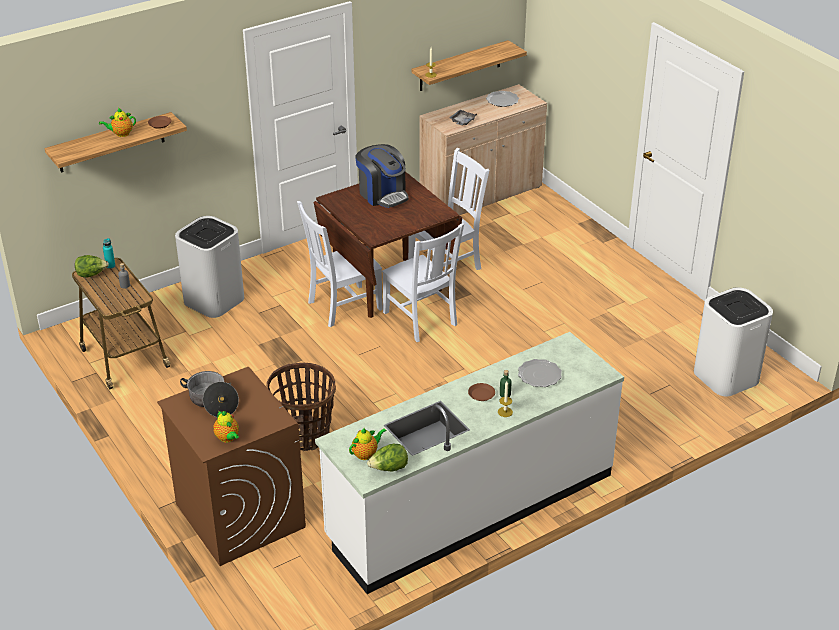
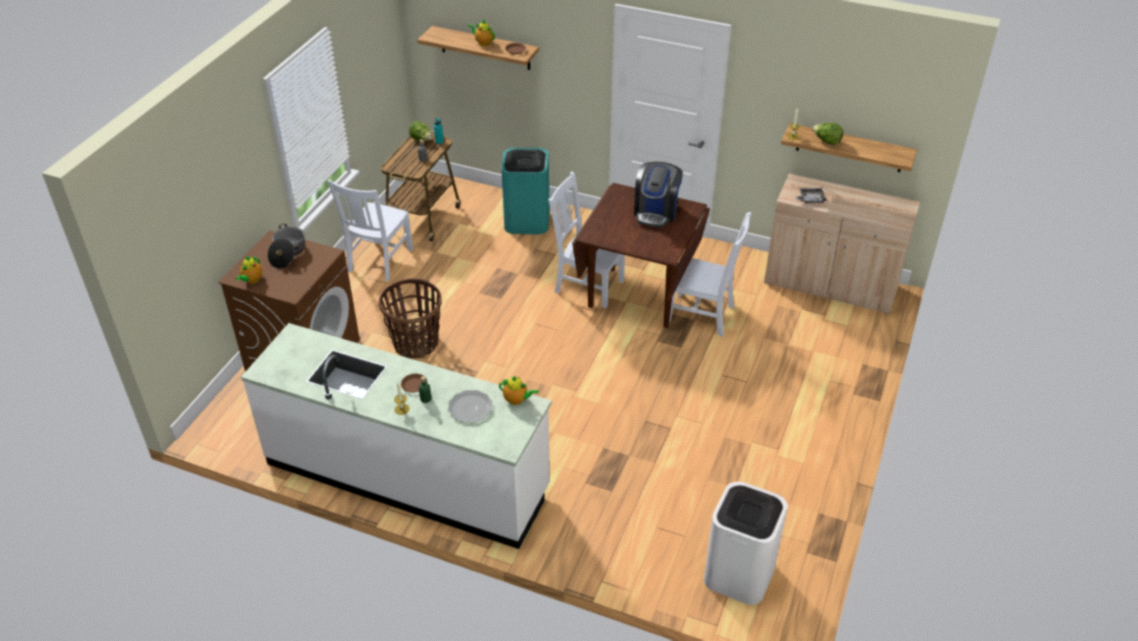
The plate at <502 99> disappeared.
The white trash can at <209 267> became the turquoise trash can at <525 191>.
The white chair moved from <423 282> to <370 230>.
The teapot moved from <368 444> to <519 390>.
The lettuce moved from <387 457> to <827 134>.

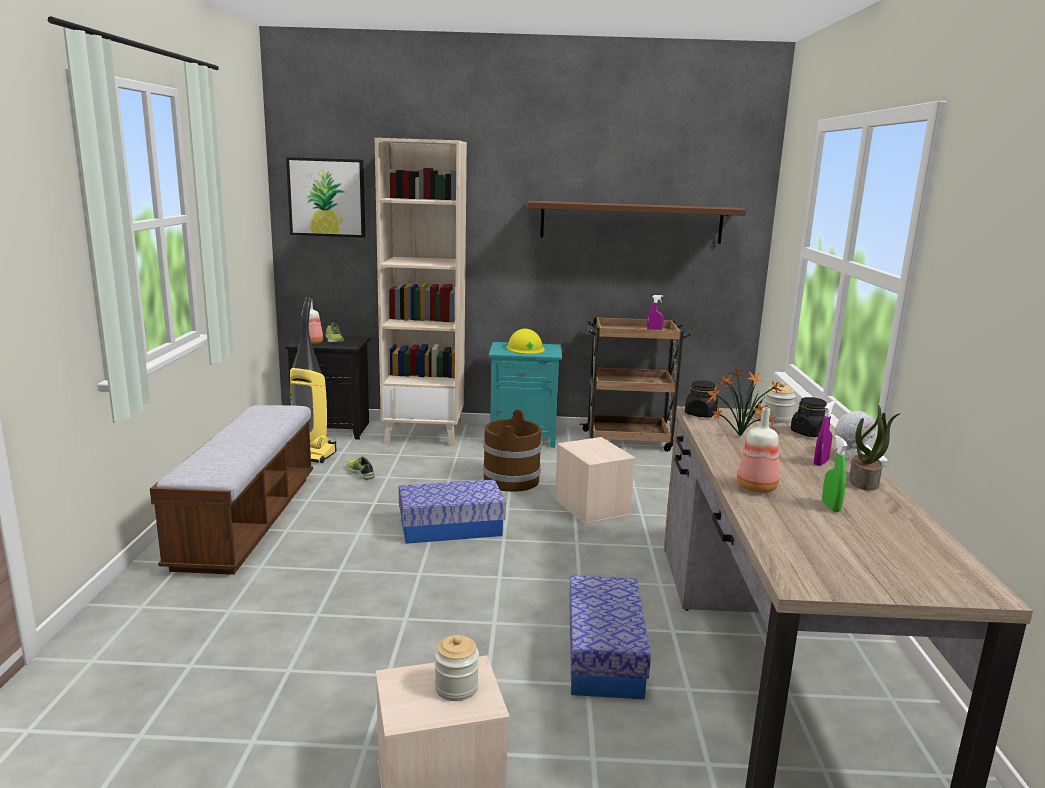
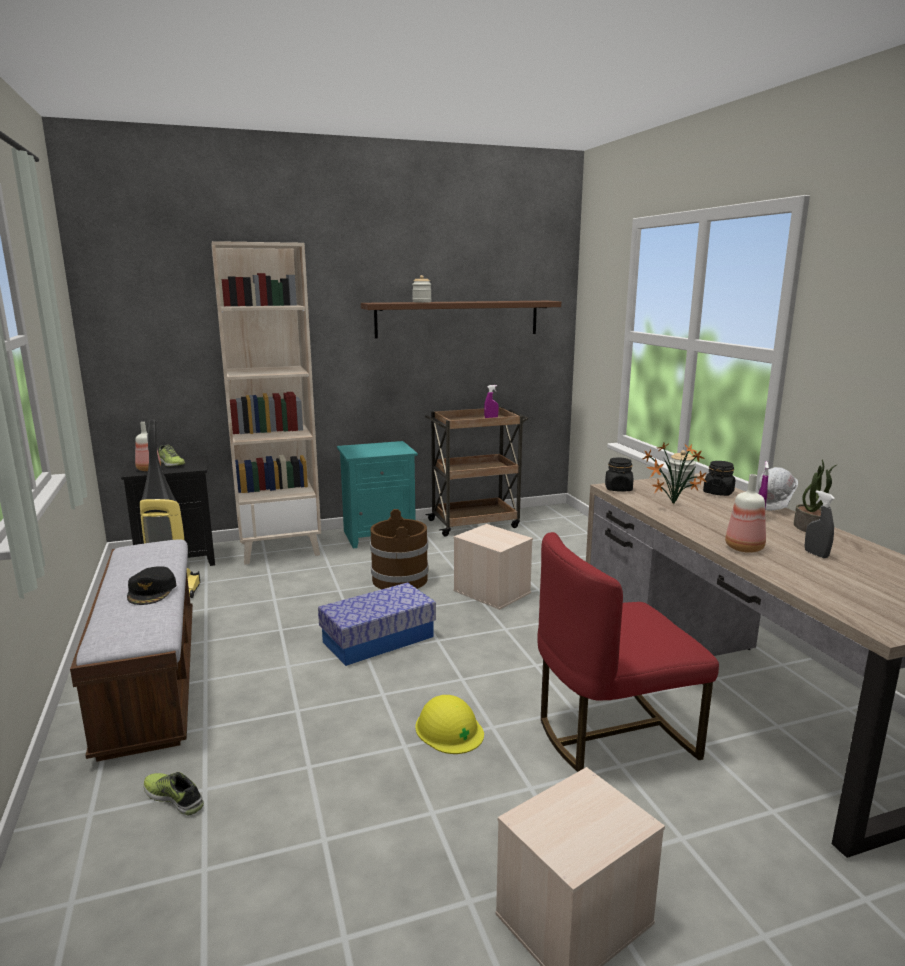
The picture at <325 197> disappeared.
The yellow hard hat moved from <525 341> to <449 724>.
The green spray bottle at <835 473> became the grey spray bottle at <820 524>.
The shoe moved from <361 468> to <173 794>.
The storage box at <610 637> was replaced by the red chair at <628 652>.
The jar moved from <457 668> to <422 289>.
The black cap at <151 585> appeared.

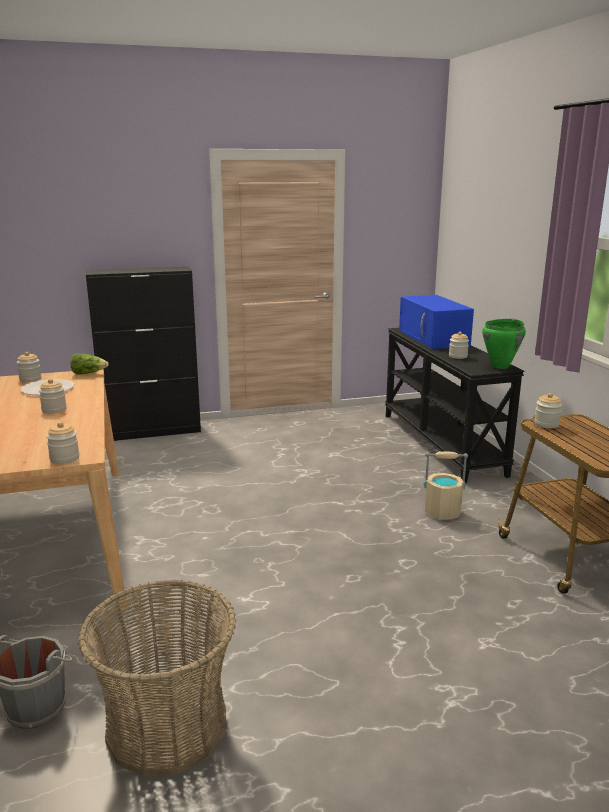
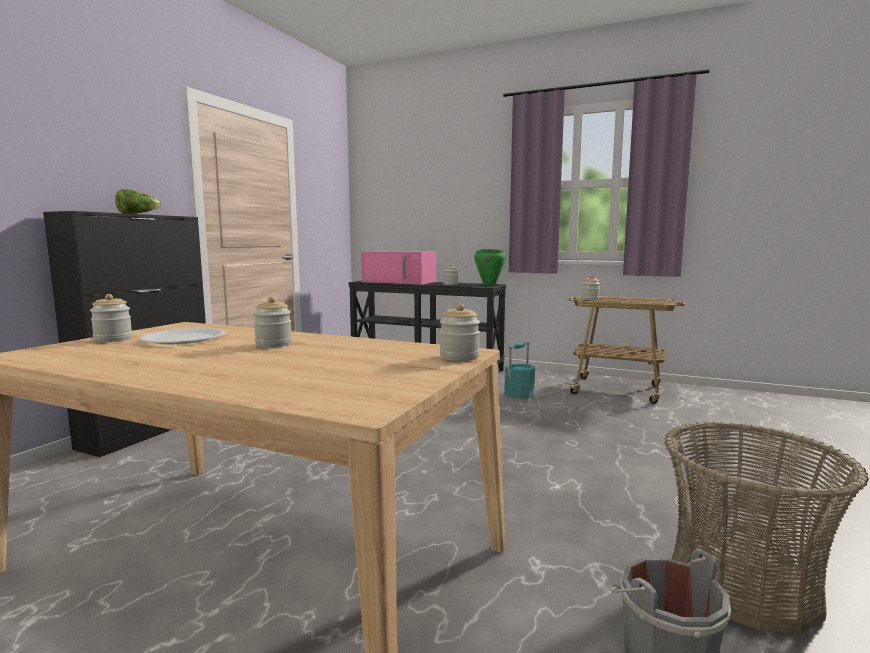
The blue microwave at <436 322> became the pink microwave at <398 267>.
The lettuce moved from <90 364> to <138 201>.
The beige bucket at <445 486> became the turquoise bucket at <519 369>.

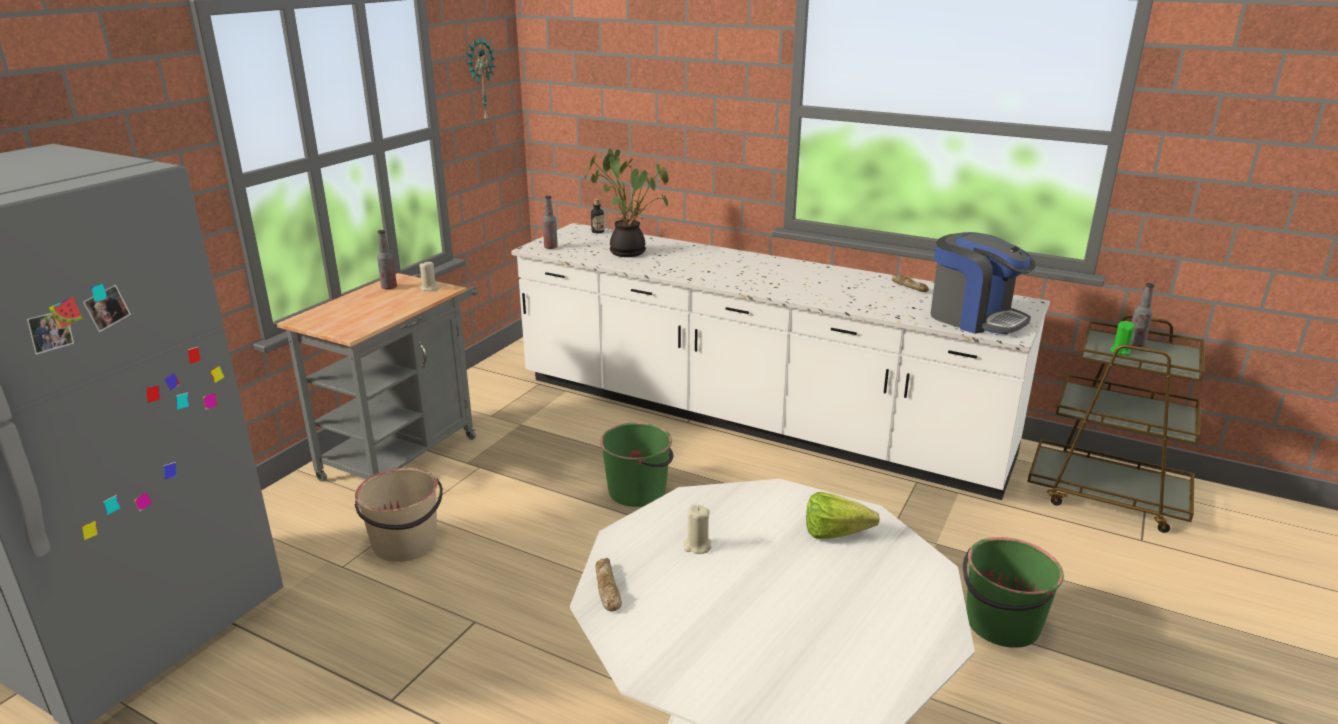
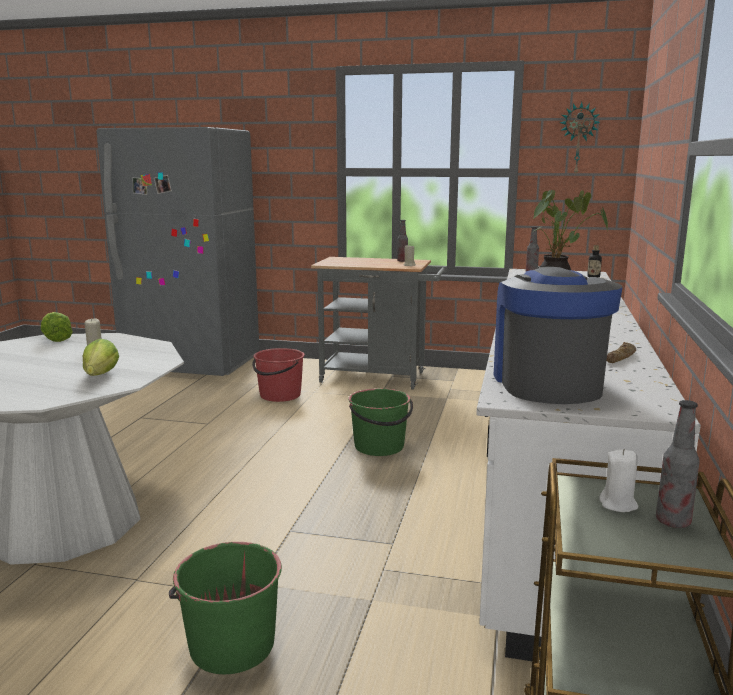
The coffee machine at <983 283> turned 150 degrees clockwise.
The green candle at <1122 338> became the white candle at <618 480>.
The beige bucket at <399 514> became the red bucket at <278 375>.
The bread at <608 584> was replaced by the lettuce at <57 327>.

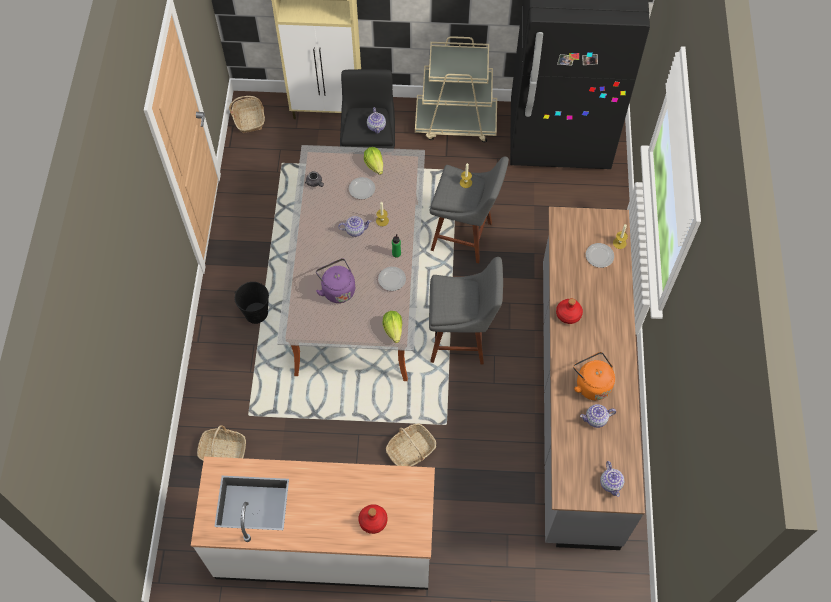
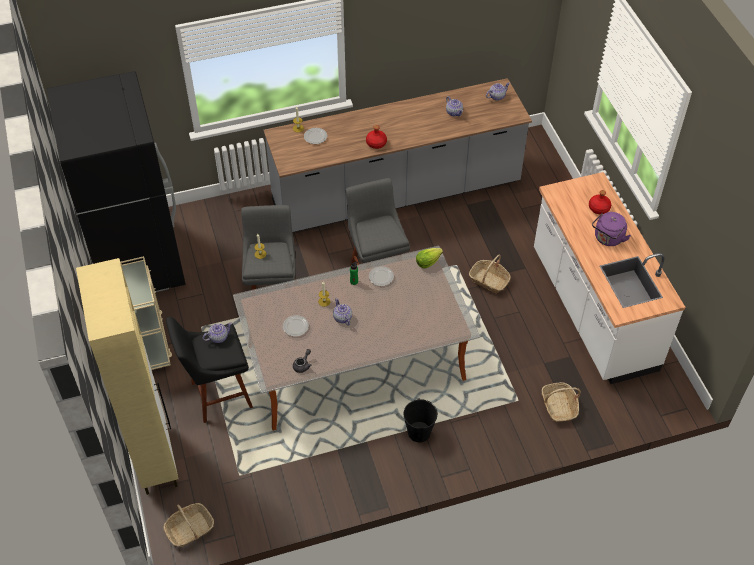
The lettuce at <373 161> disappeared.
The purple kettle moved from <335 280> to <611 229>.
The orange kettle at <594 376> disappeared.

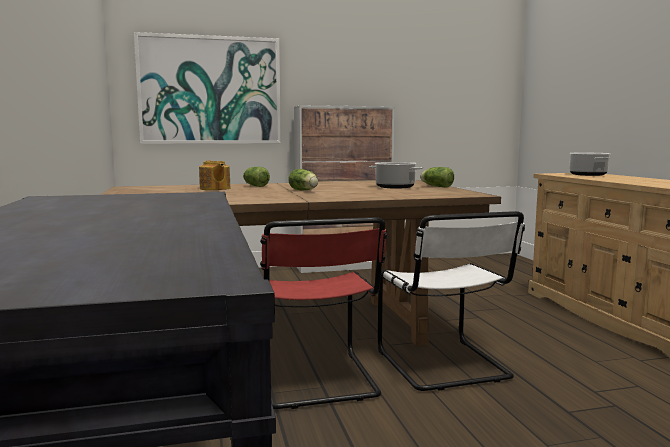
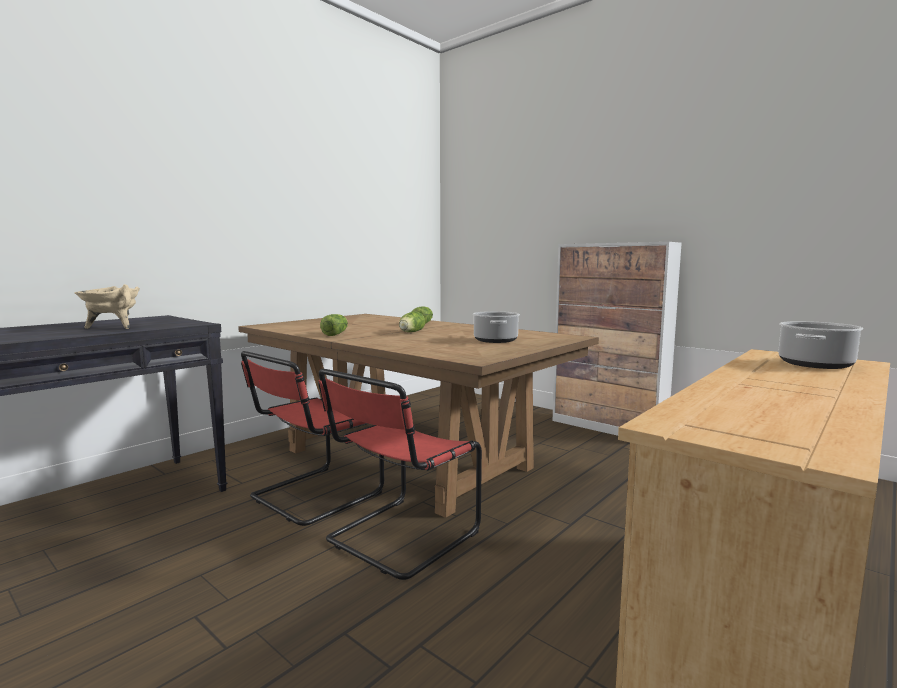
The picture at <207 88> disappeared.
The teapot at <215 175> disappeared.
The lettuce moved from <437 177> to <334 325>.
The white chair at <451 301> became the red chair at <400 474>.
The beige cooking pot at <107 306> appeared.

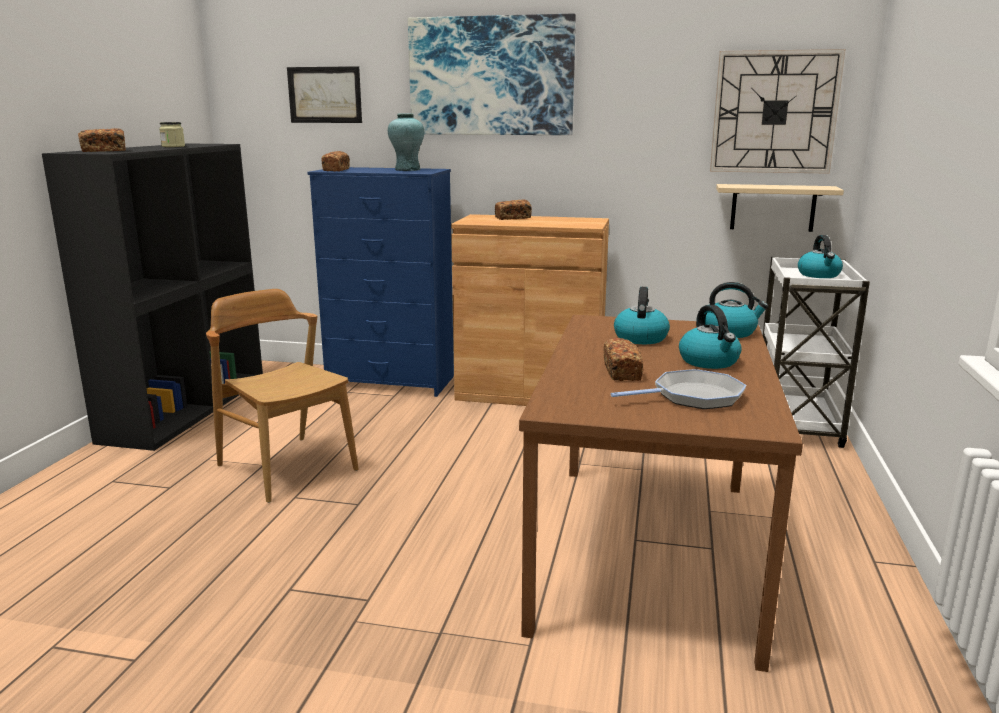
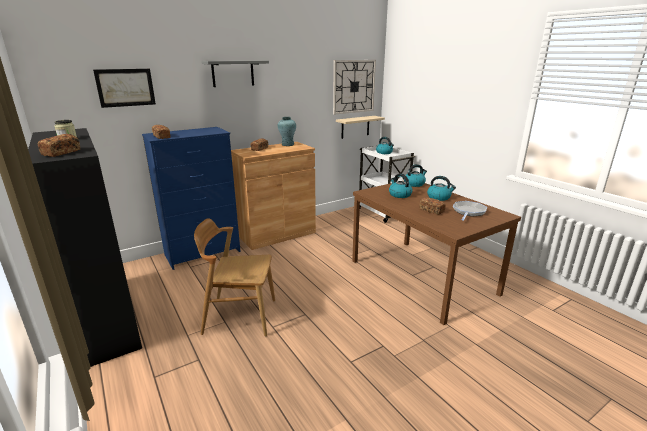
The picture at <492 74> was replaced by the grey shelf at <235 73>.
The turquoise vase moved from <406 142> to <287 131>.

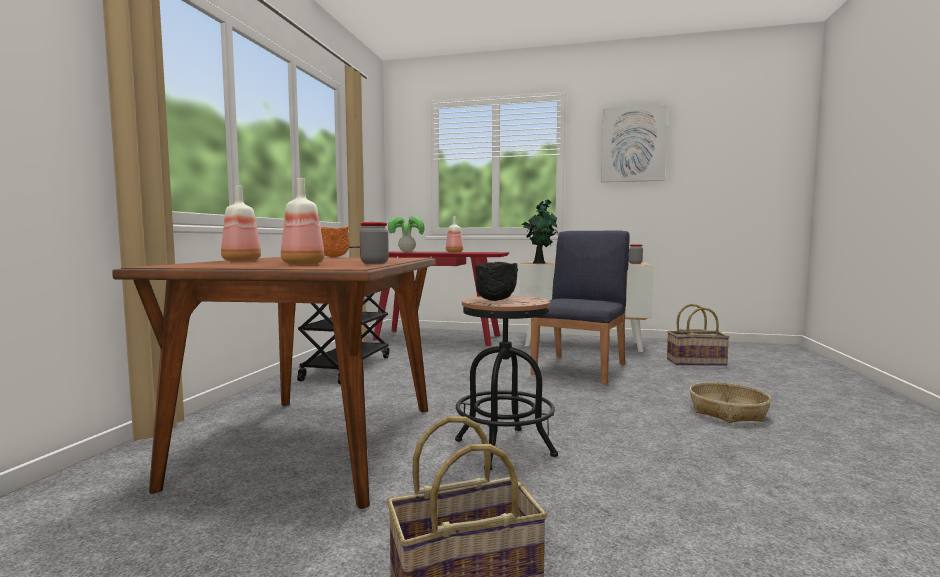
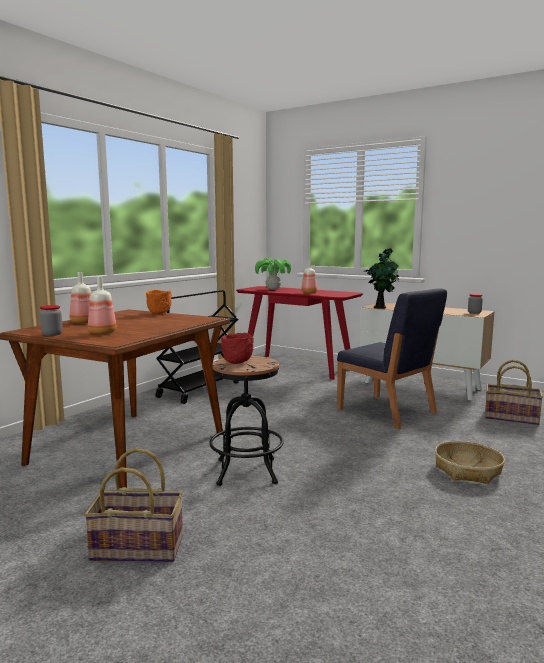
The picture at <634 143> disappeared.
The jar moved from <374 243> to <51 320>.
The blue chair at <580 307> turned 90 degrees clockwise.
The black bowl at <496 281> became the red bowl at <237 348>.

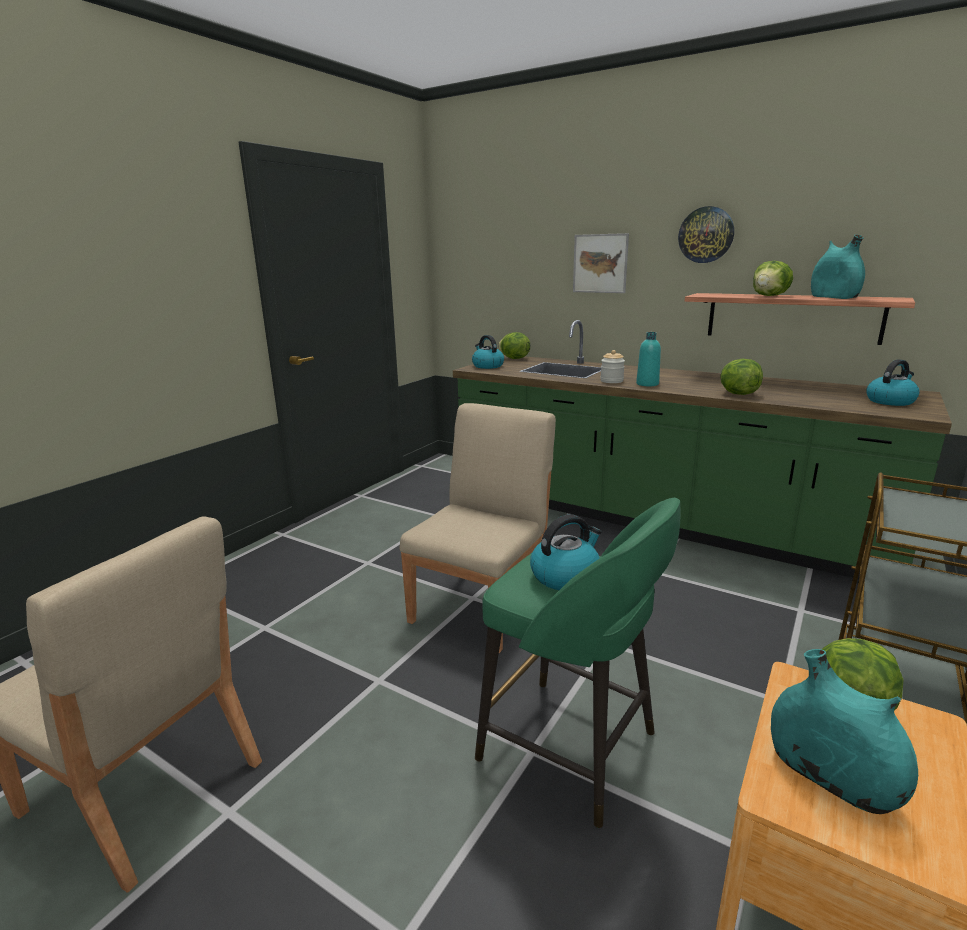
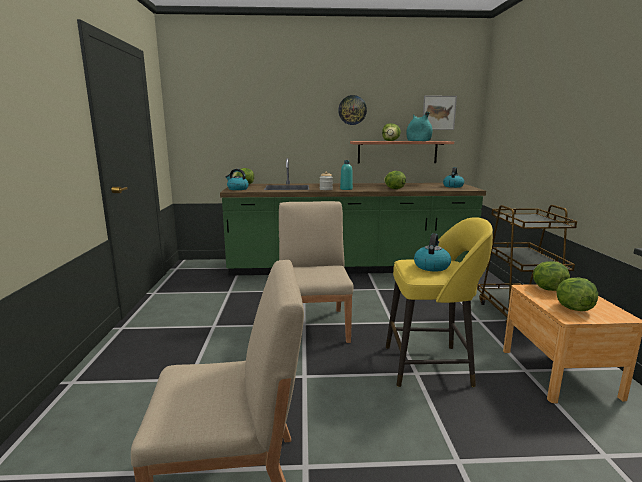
The picture moved from <601 263> to <440 113>.
The green stool at <577 663> became the yellow stool at <439 302>.
The turquoise vase at <844 731> was replaced by the lettuce at <577 294>.

